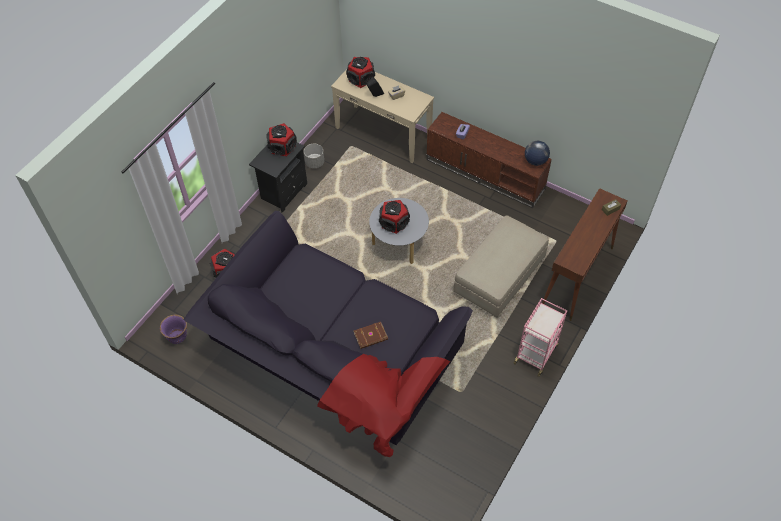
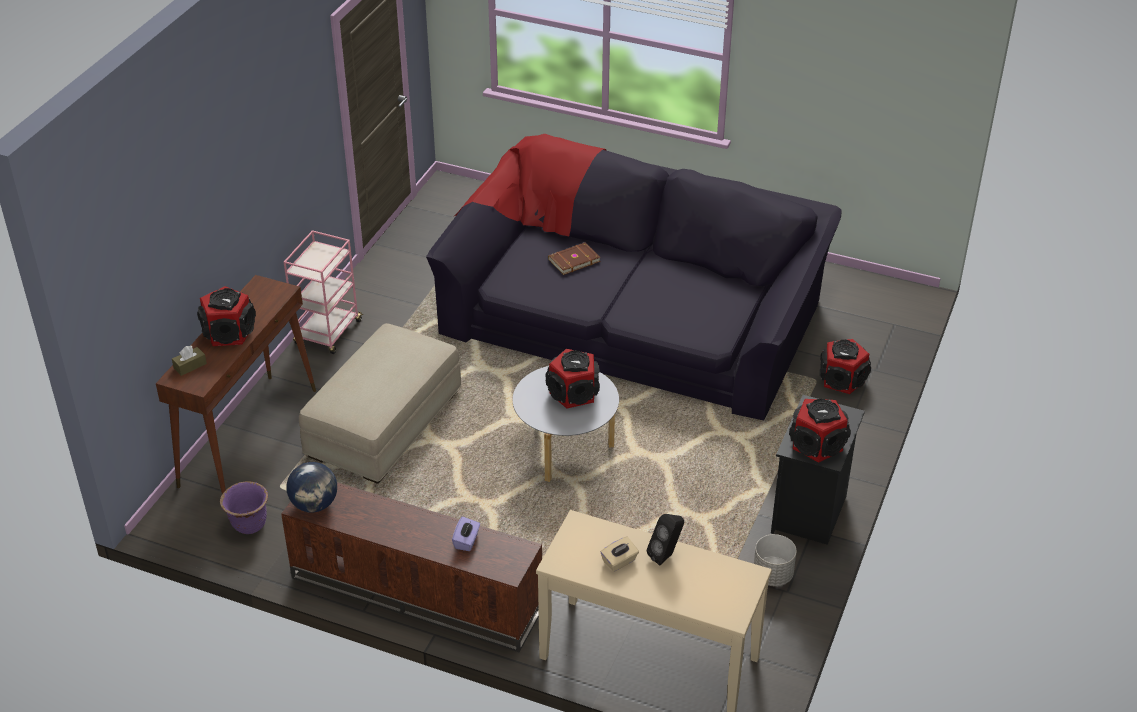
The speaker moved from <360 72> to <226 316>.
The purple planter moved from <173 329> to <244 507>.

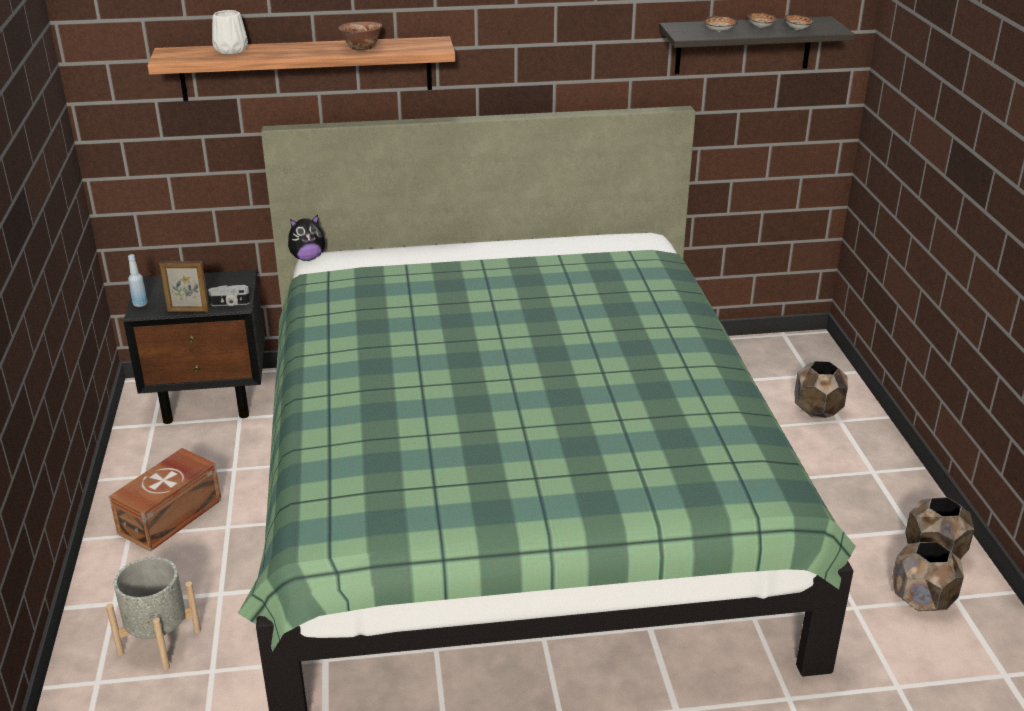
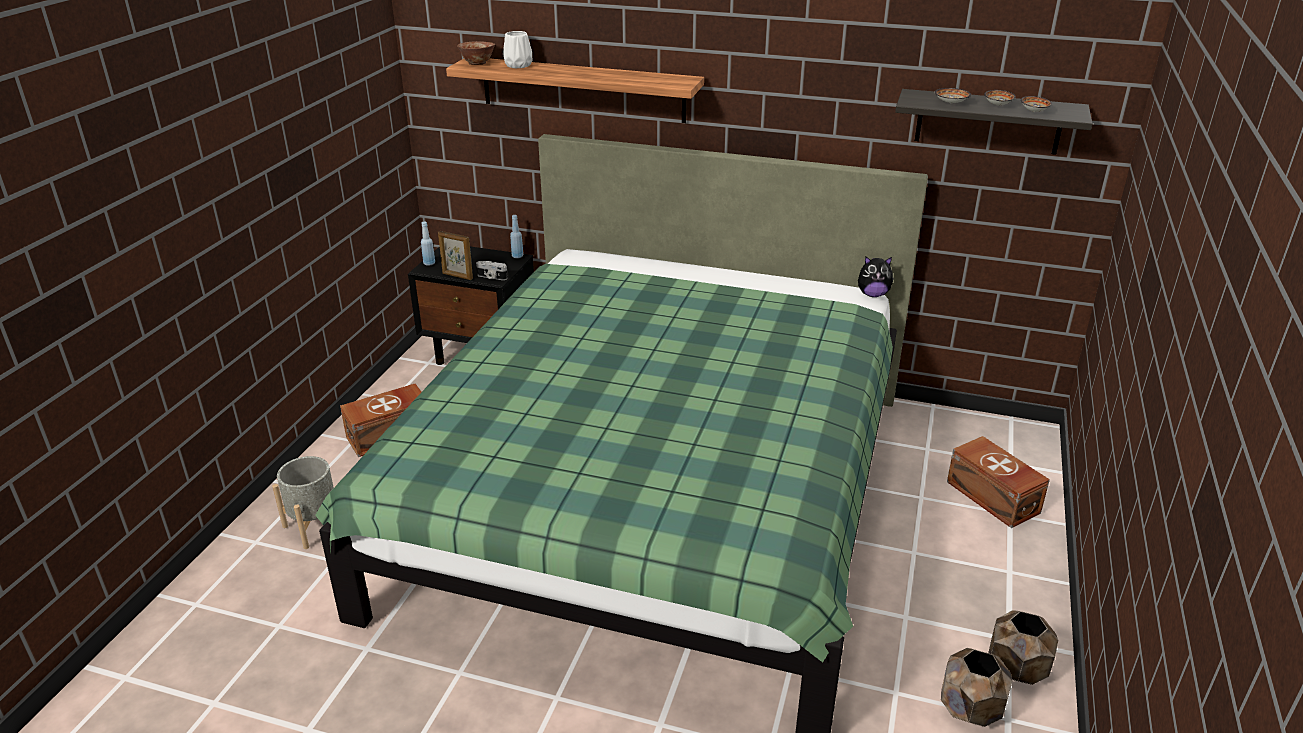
The bowl moved from <360 36> to <476 53>.
The plush toy moved from <306 238> to <876 277>.
The brown planter at <821 389> was replaced by the brown storage box at <998 482>.
The blue bottle at <516 236> appeared.

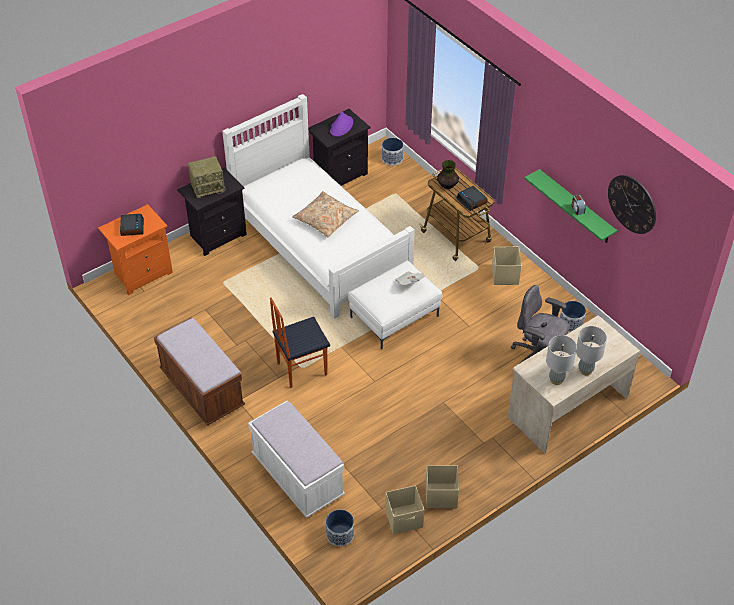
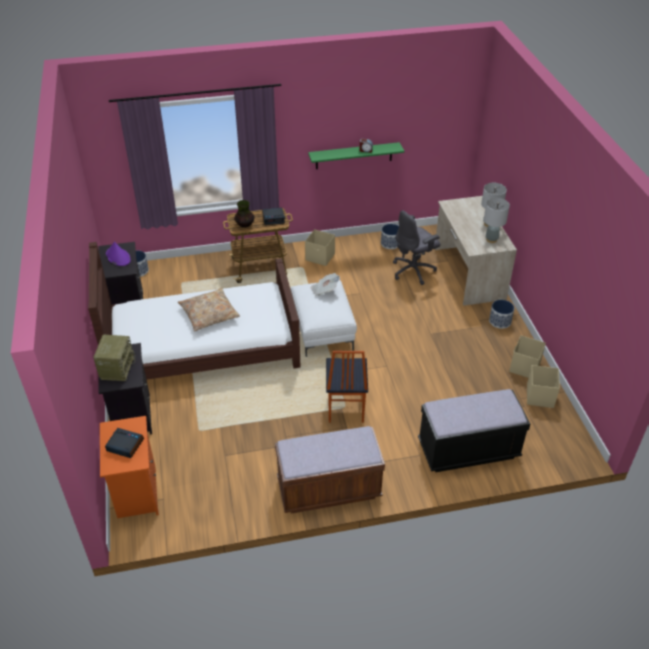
The white bed at <318 206> became the brown bed at <194 311>.
The wall clock at <632 204> disappeared.
The white bench at <296 459> became the black bench at <474 430>.
The planter moved from <340 528> to <501 314>.

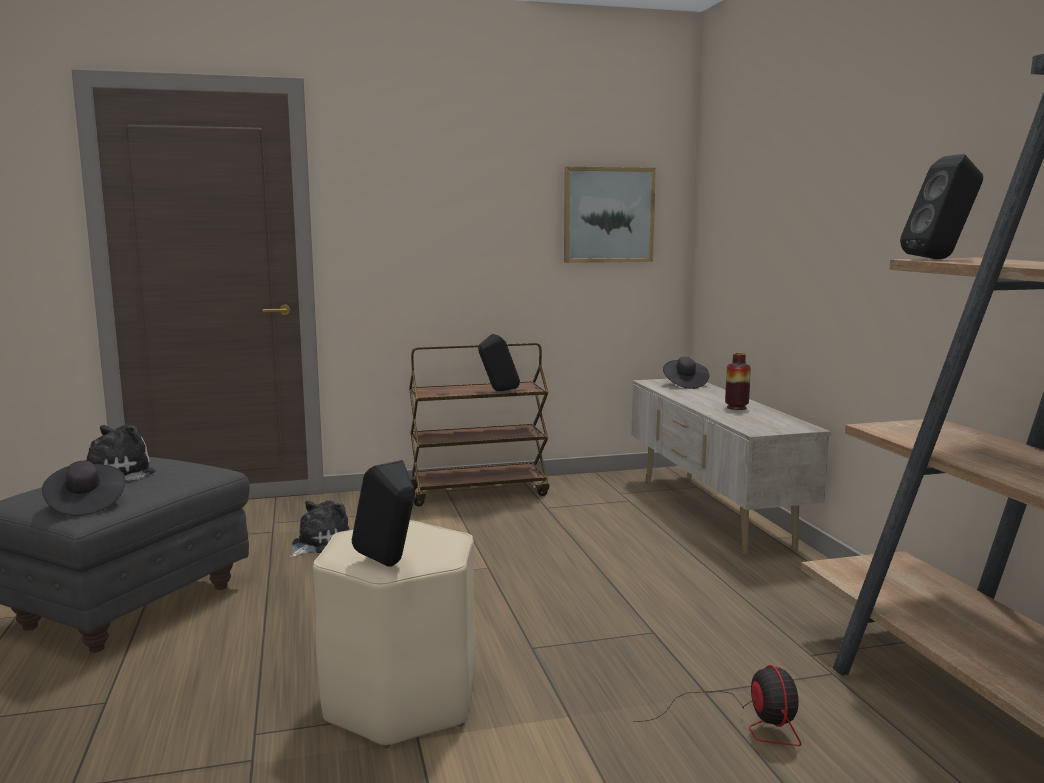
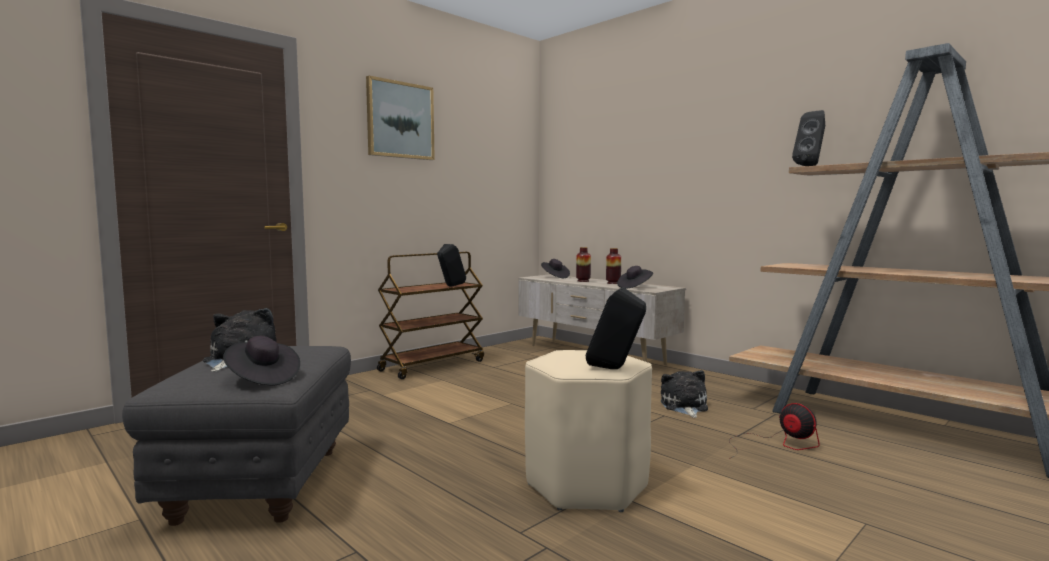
The picture moved from <610 215> to <400 118>.
The plush toy moved from <319 529> to <684 394>.
The vase at <583 264> appeared.
The black hat at <635 277> appeared.

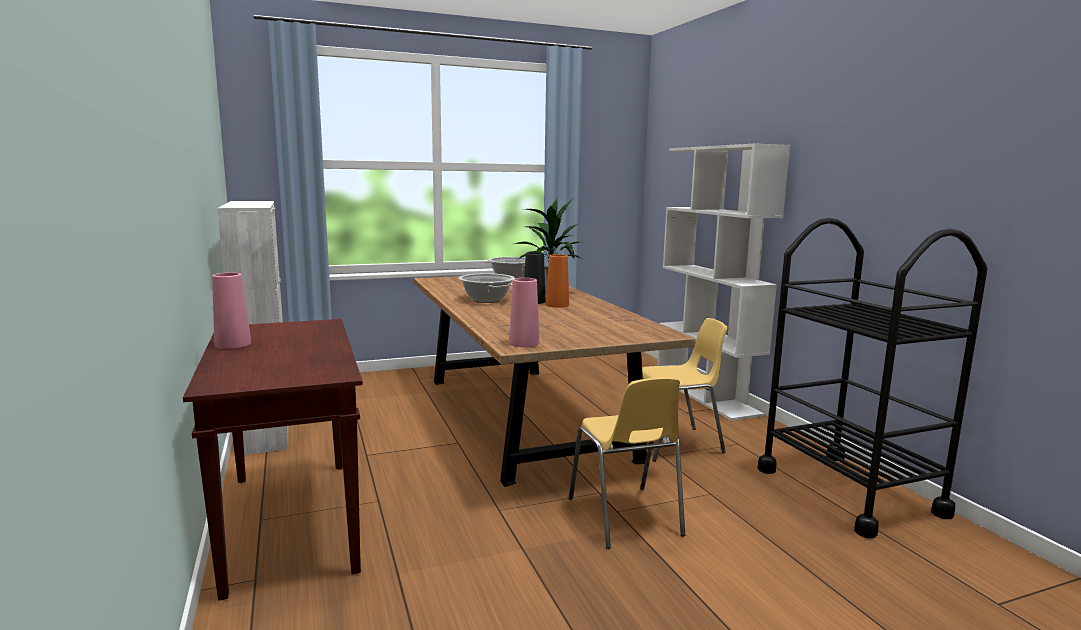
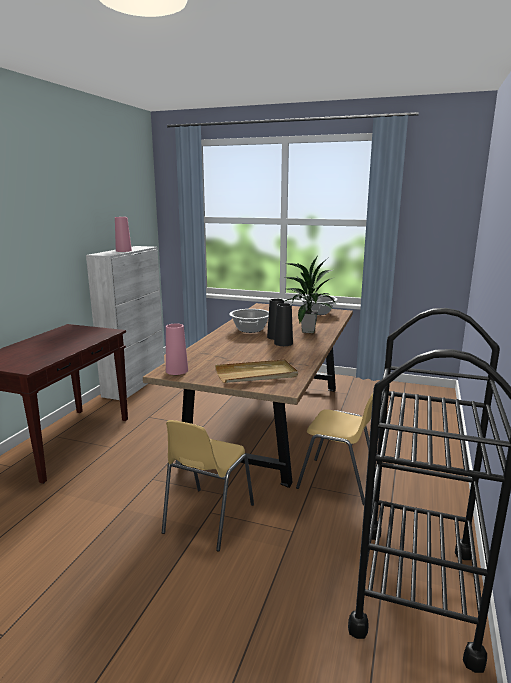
The white bookcase at <723 282> disappeared.
The orange vase at <557 281> became the black vase at <283 324>.
The pink vase moved from <231 311> to <123 234>.
The beige tray at <256 371> appeared.

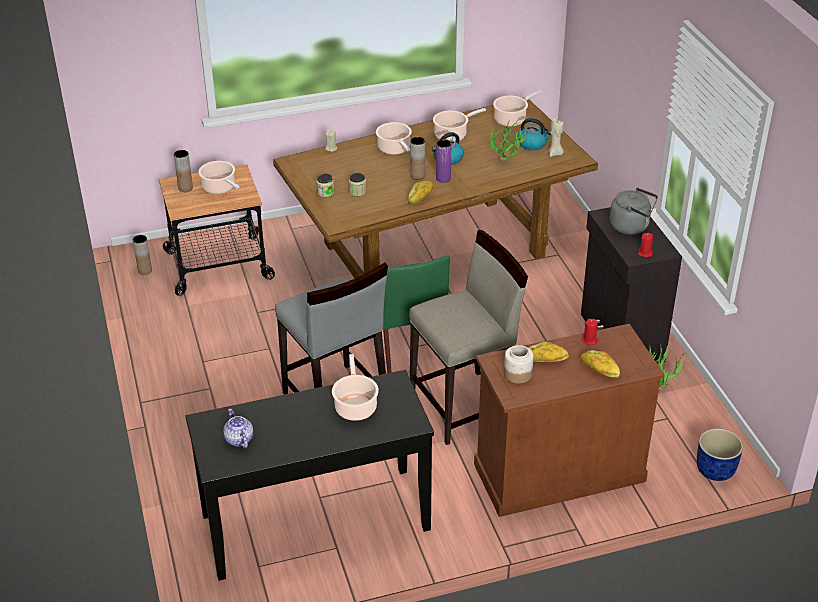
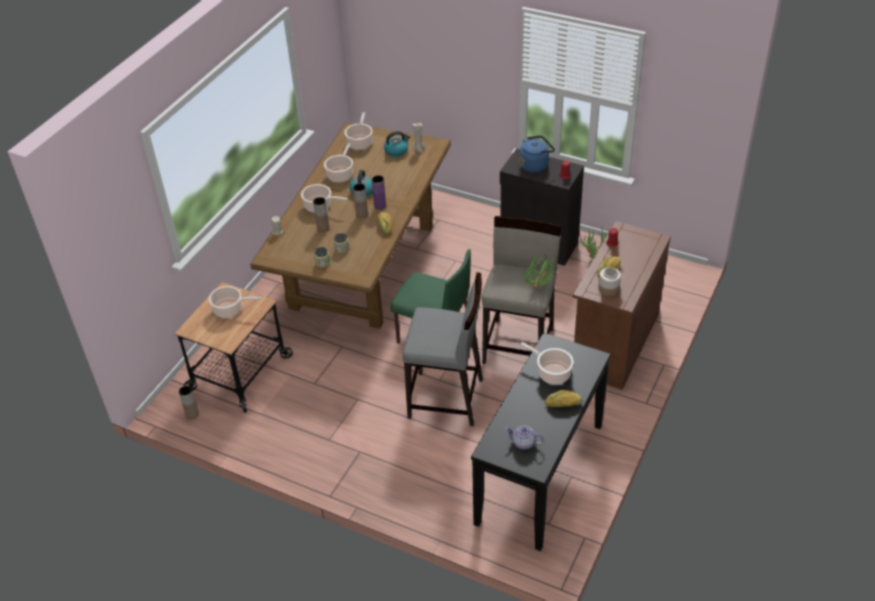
The potted plant moved from <508 141> to <540 271>.
The brown vase moved from <183 171> to <321 214>.
The grey kettle at <634 211> became the blue kettle at <537 154>.
The bread moved from <600 364> to <563 398>.
The blue planter at <720 454> disappeared.

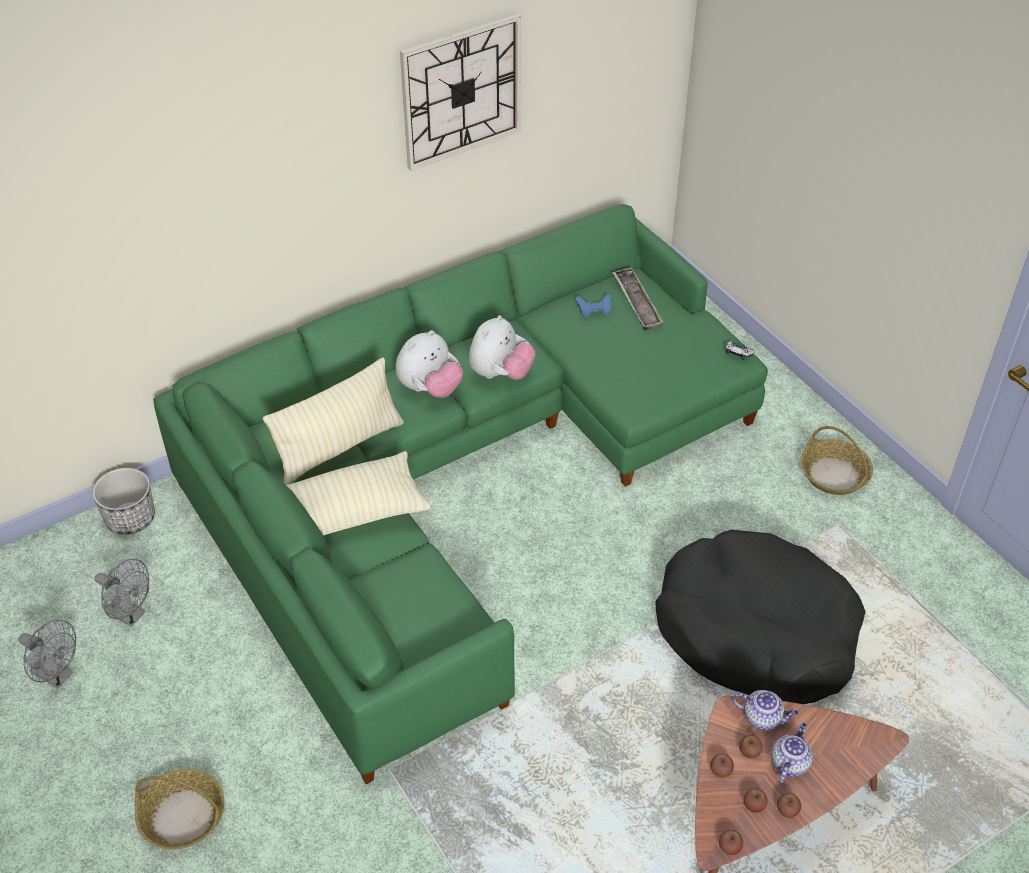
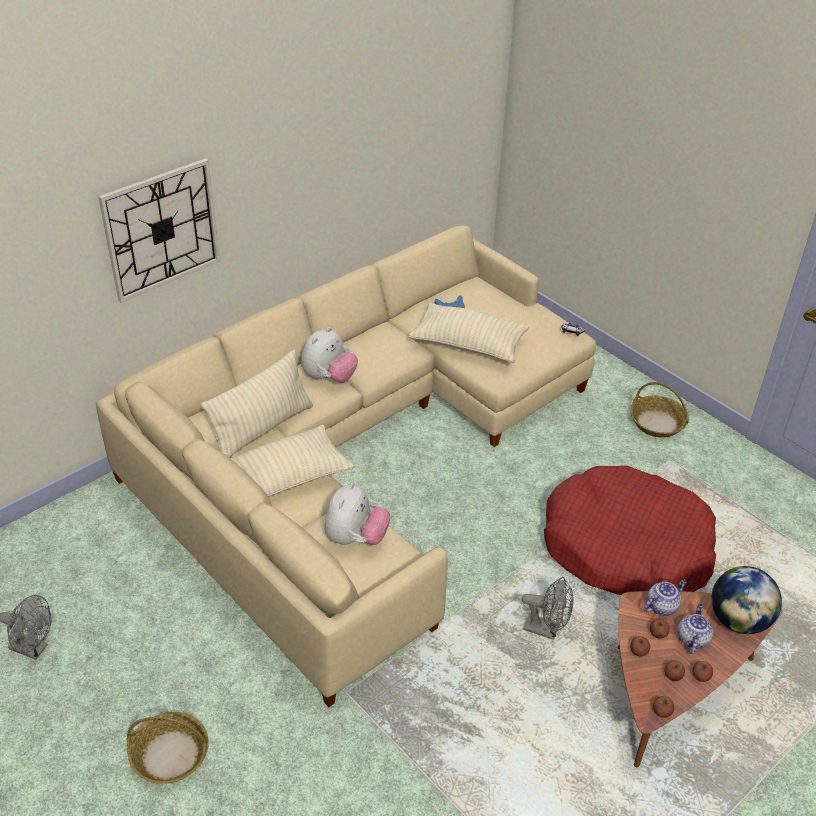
The wall clock moved from <460 92> to <159 230>.
The green sofa at <460 494> became the beige sofa at <346 466>.
The tray at <638 298> disappeared.
The plush toy moved from <502 347> to <357 513>.
The planter at <124 501> disappeared.
The black dog bed at <760 617> became the red dog bed at <630 530>.
The grey fan moved from <121 593> to <548 608>.
The teapot at <765 710> turned 45 degrees counterclockwise.
The beige pillow at <468 333> appeared.
The globe at <746 600> appeared.

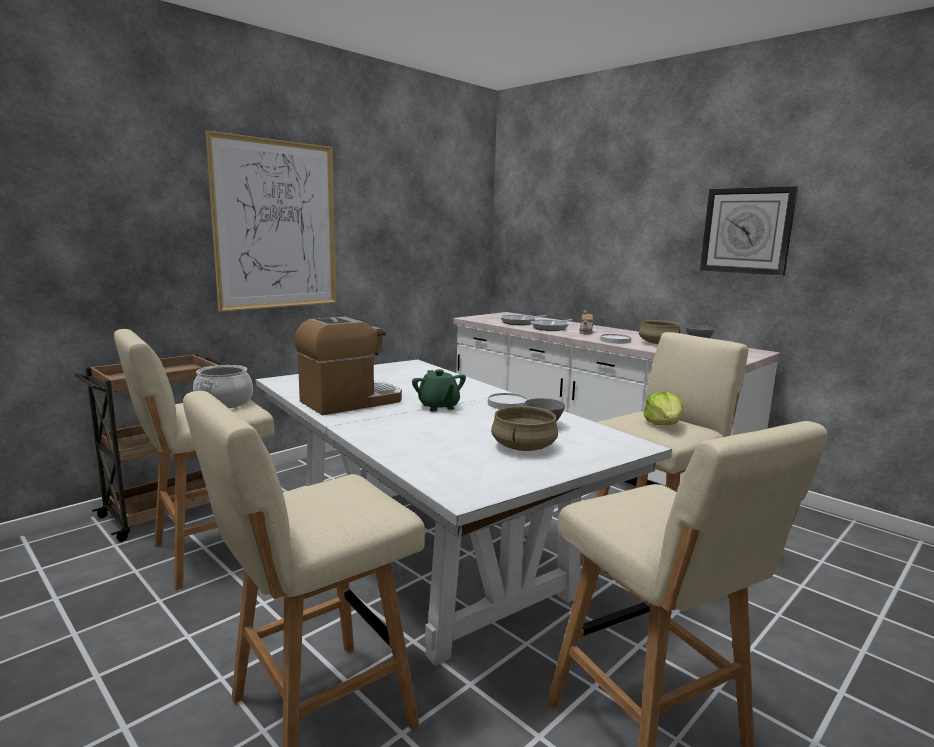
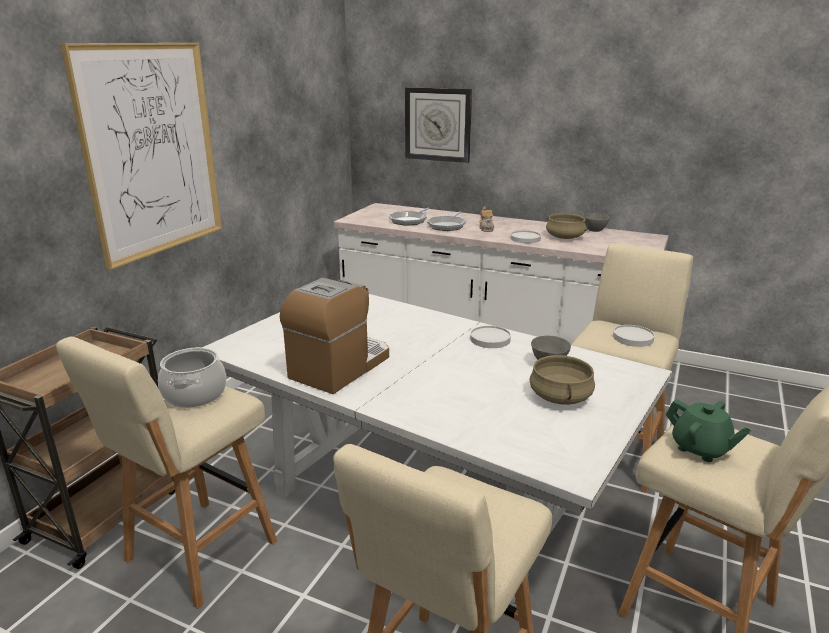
The wall clock moved from <749 231> to <438 125>.
The green teapot moved from <439 390> to <708 430>.
The lettuce at <663 408> was replaced by the white plate at <634 336>.

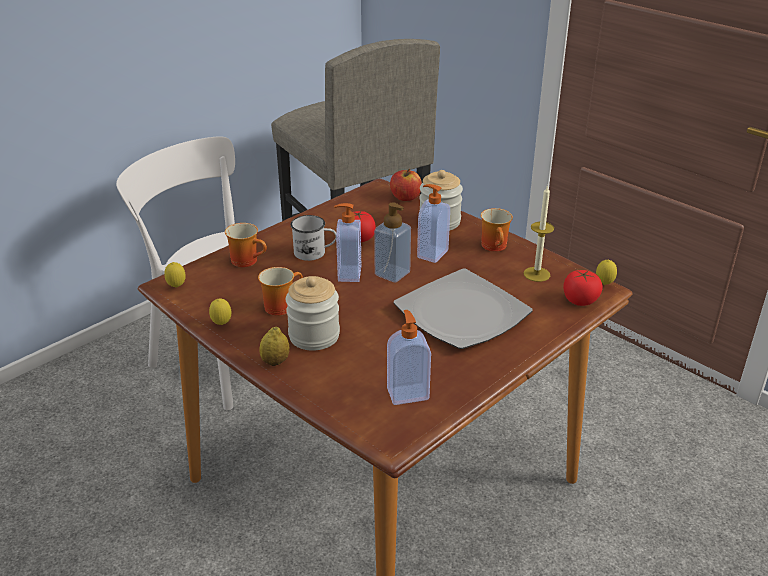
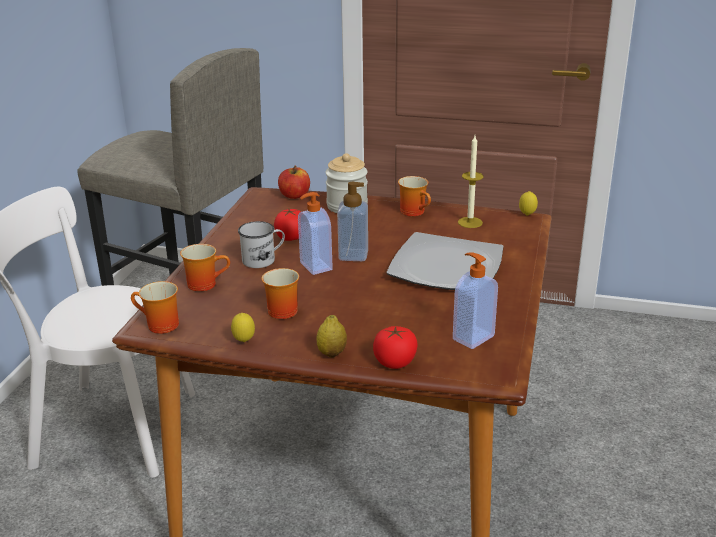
The soap dispenser at <433 223> disappeared.
The lemon at <175 275> was replaced by the mug at <155 307>.
The tomato moved from <583 288> to <395 347>.
The jar at <313 313> disappeared.

